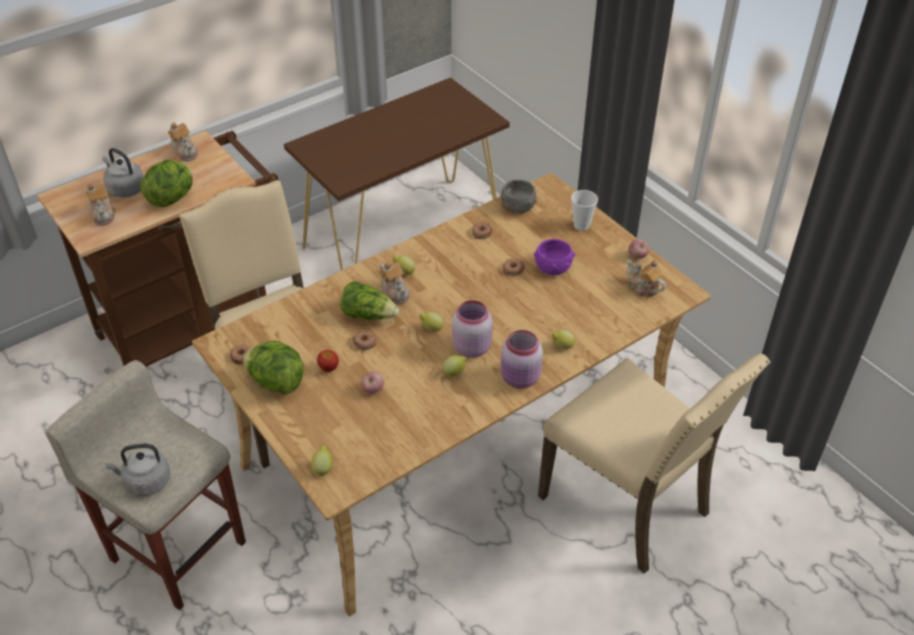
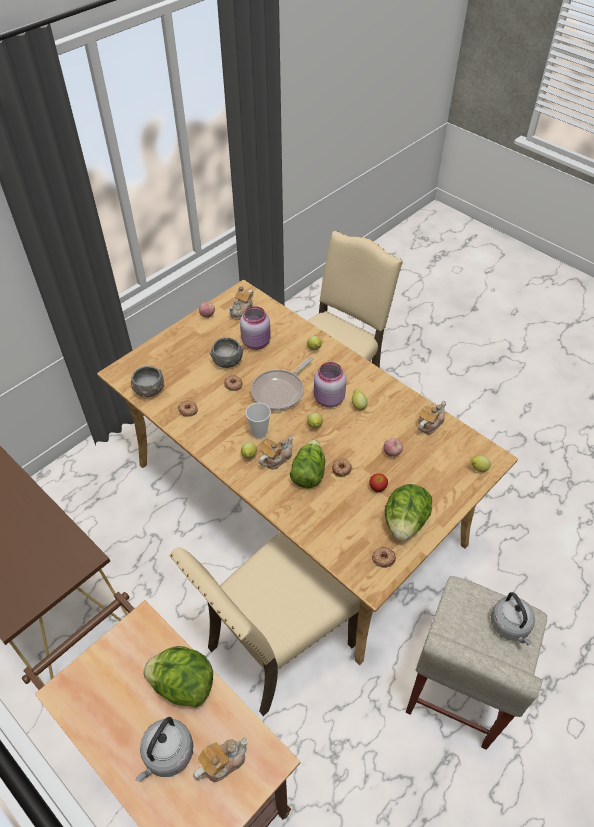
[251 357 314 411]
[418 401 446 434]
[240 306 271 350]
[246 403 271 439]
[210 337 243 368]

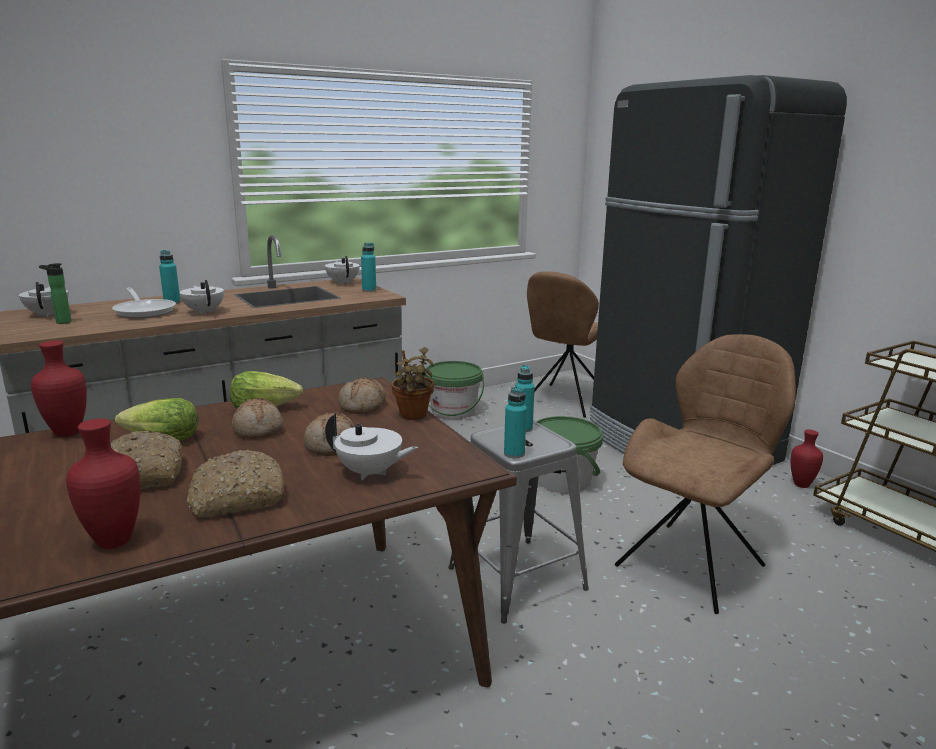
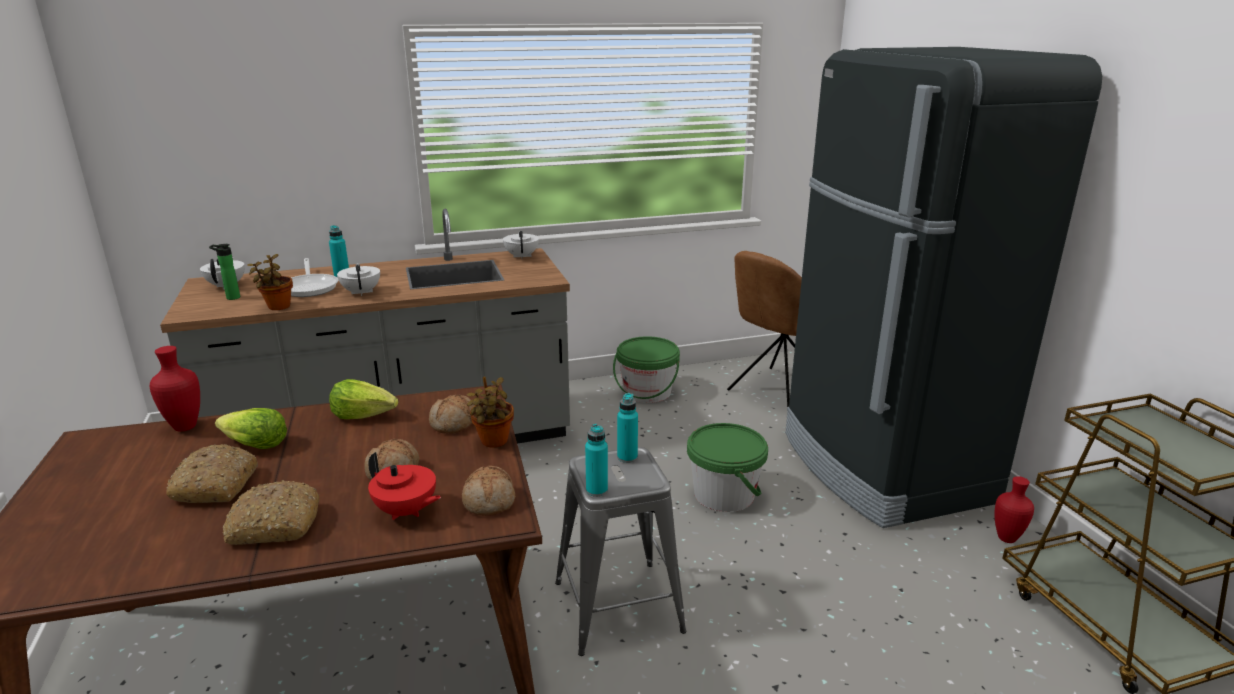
[66 418 140 549] (first image)
[361 243 376 292] (first image)
[615 334 796 614] (first image)
[247 254 293 310]
[462 466 515 516]
[368 452 441 520]

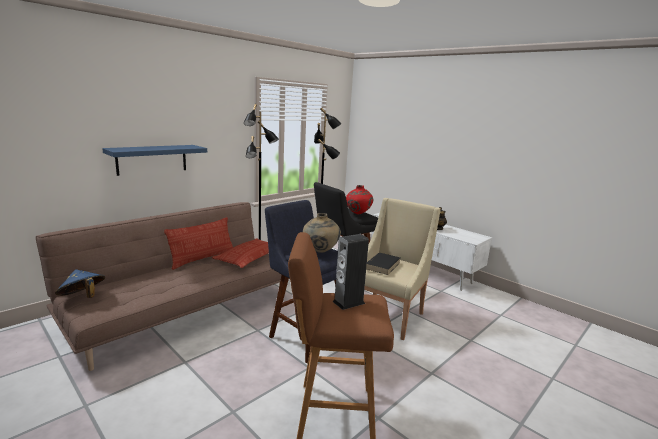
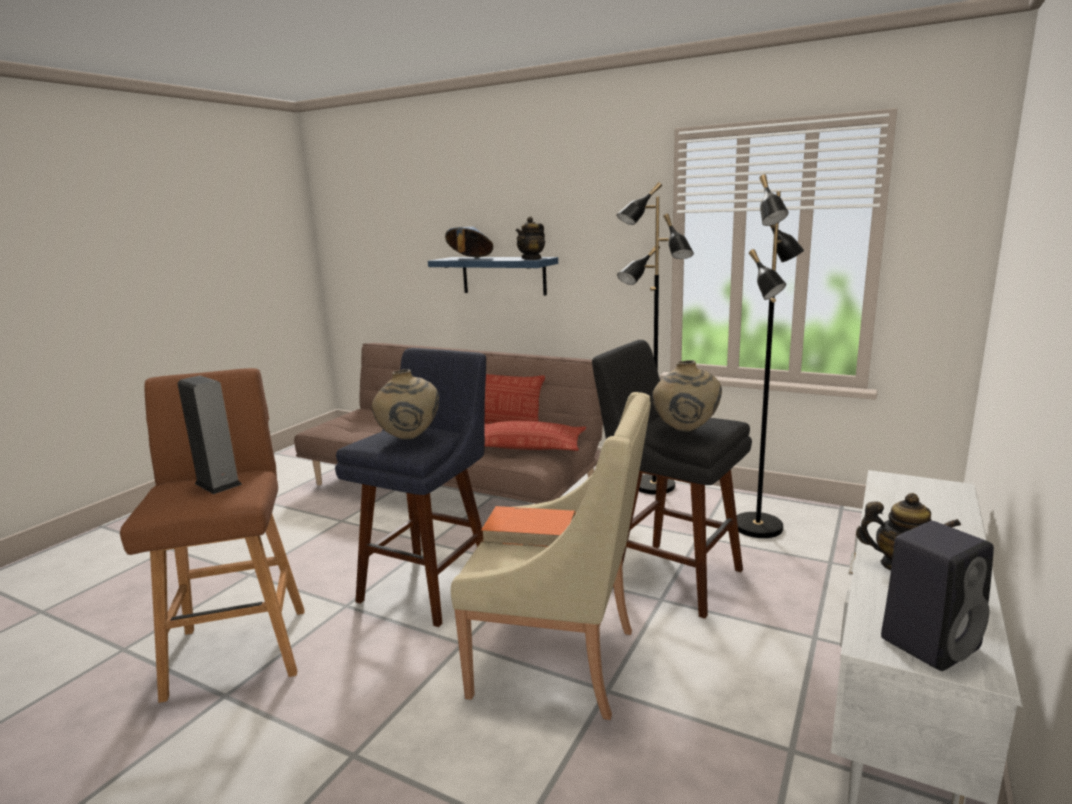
[516 217 545 260]
[881 521 994 671]
[445 227 493 257]
[652 360 722 432]
[481 506 576 547]

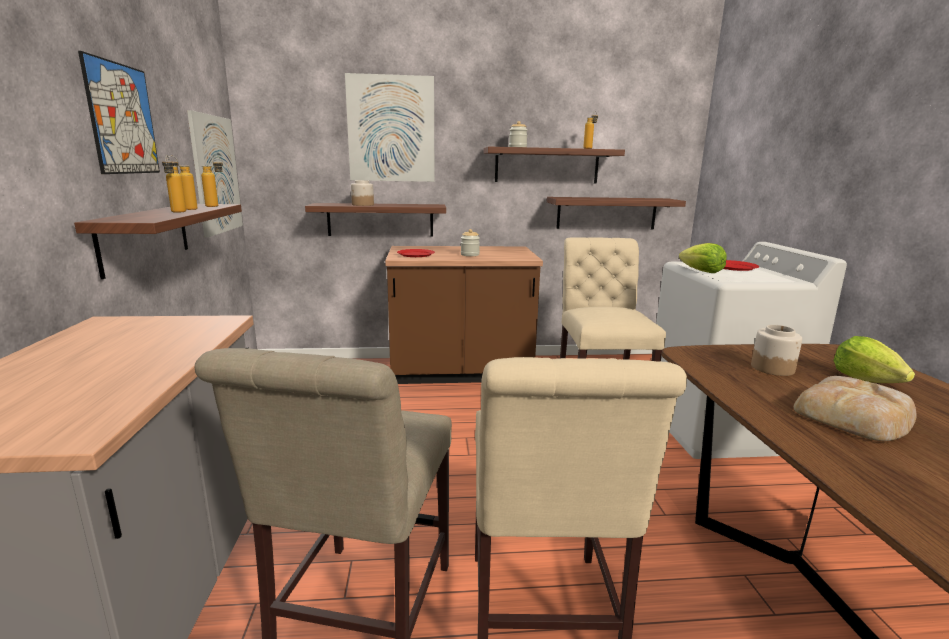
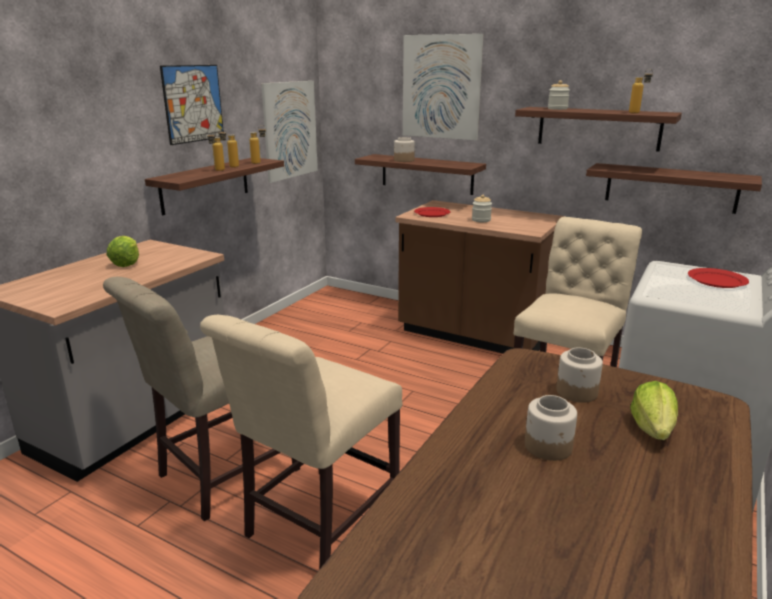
[107 236 139 267]
[525 395 577 461]

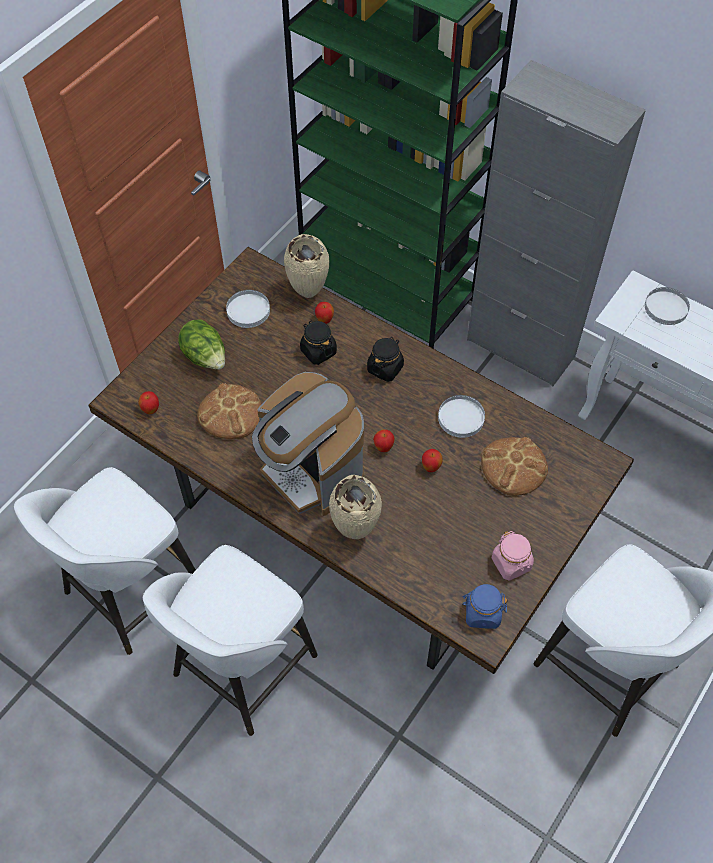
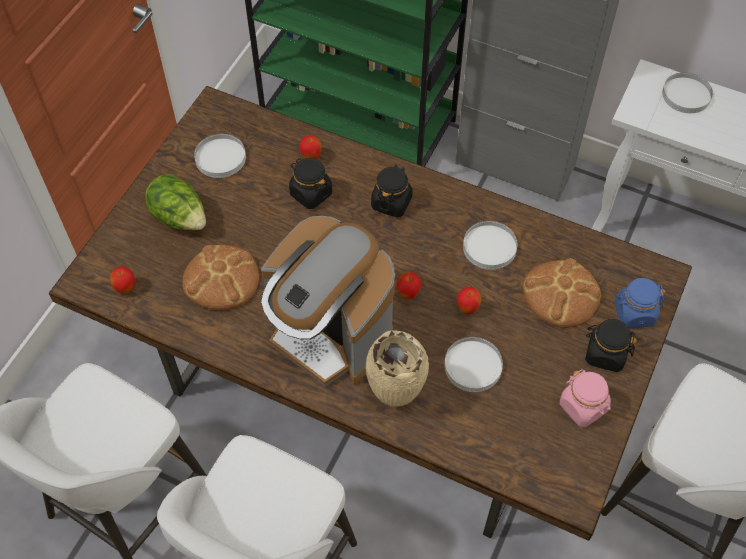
[284 234 329 298] (first image)
[444 337 503 392]
[585 319 637 372]
[615 278 666 328]

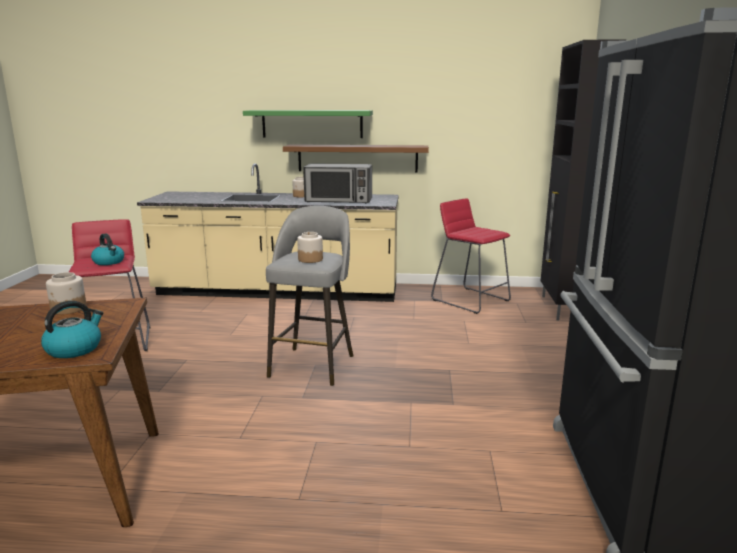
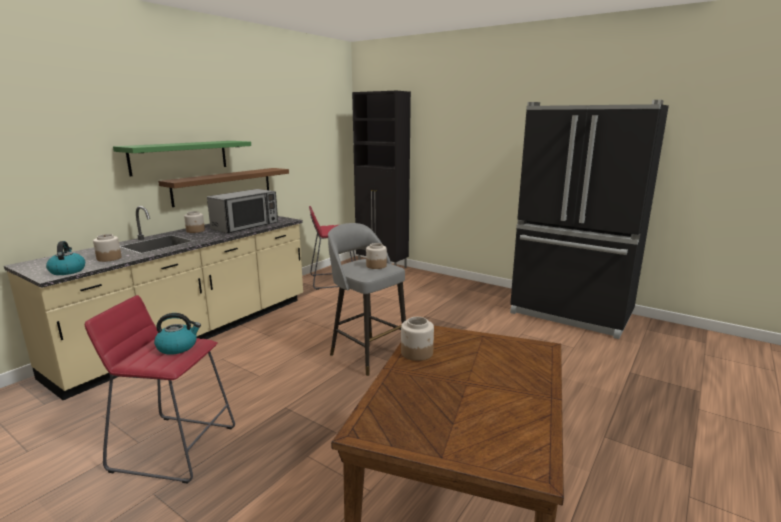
[93 234 122 262]
[46 241 85 275]

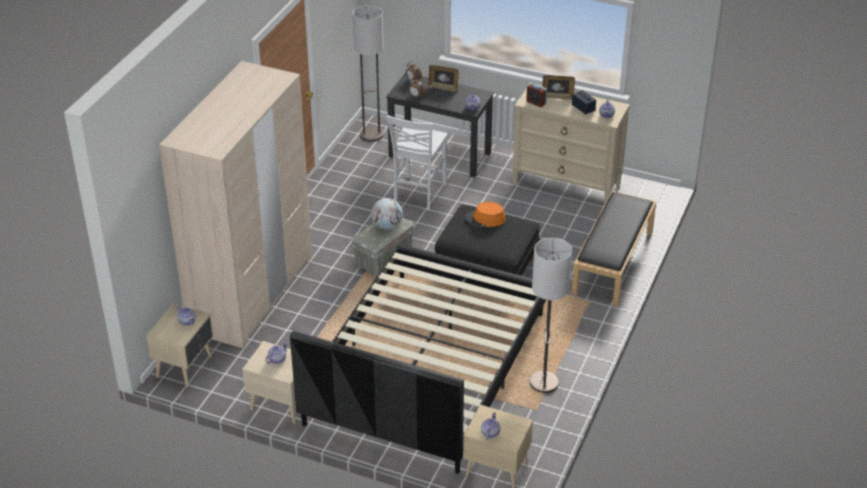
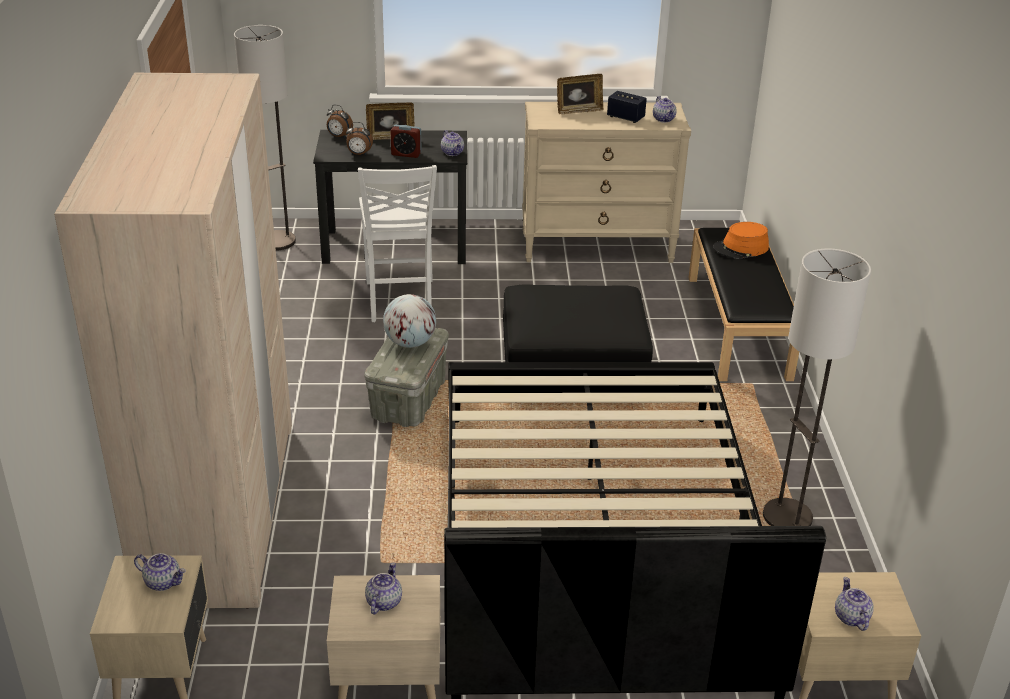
[713 222 769 259]
[390 125 422 158]

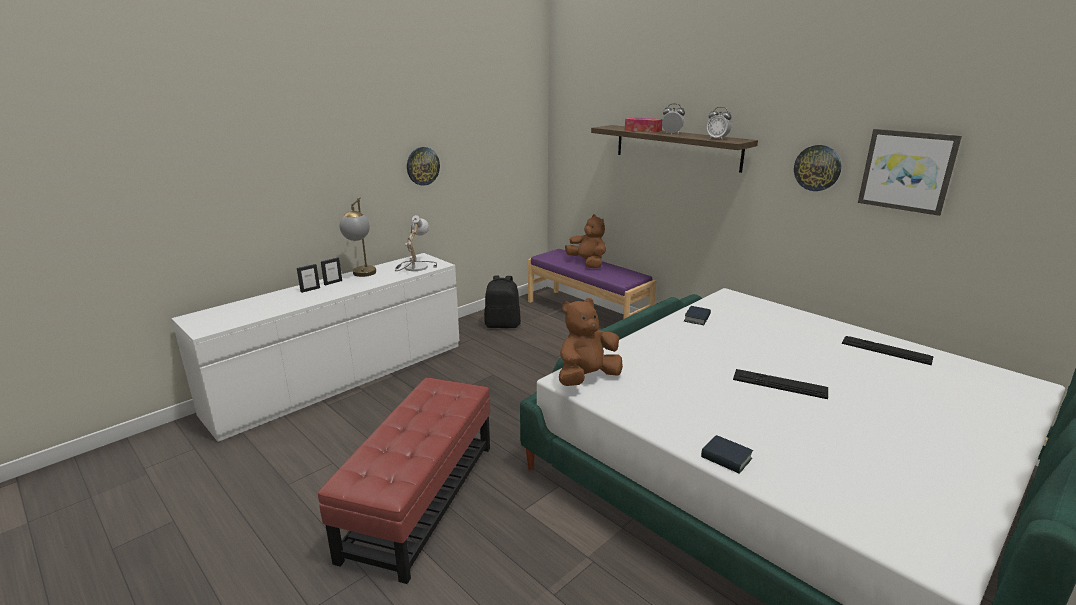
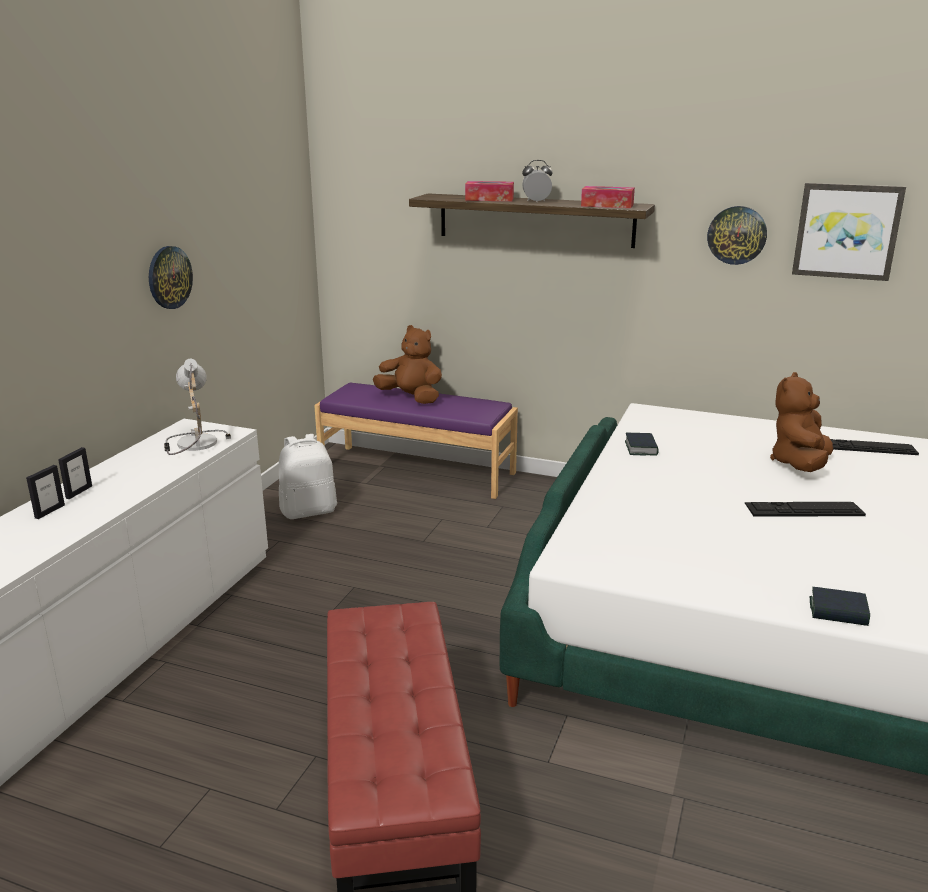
[340 198 376 277] (first image)
[770 372 833 472]
[581 186 635 208]
[279 434 337 519]

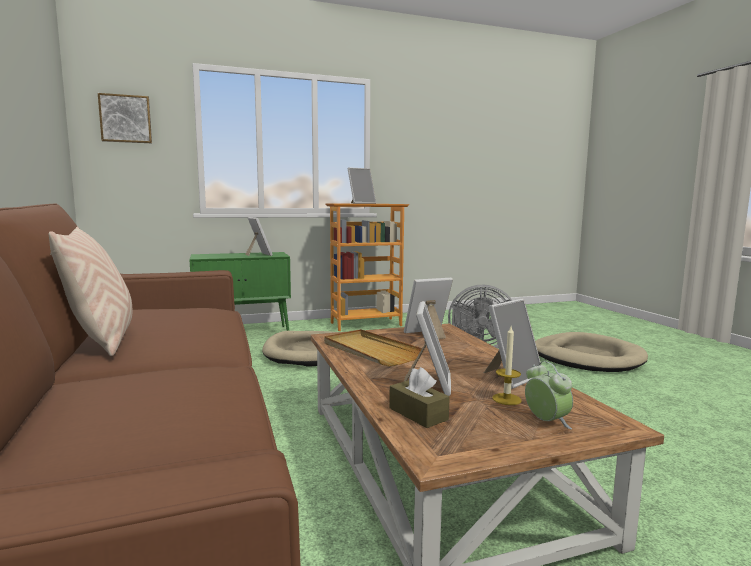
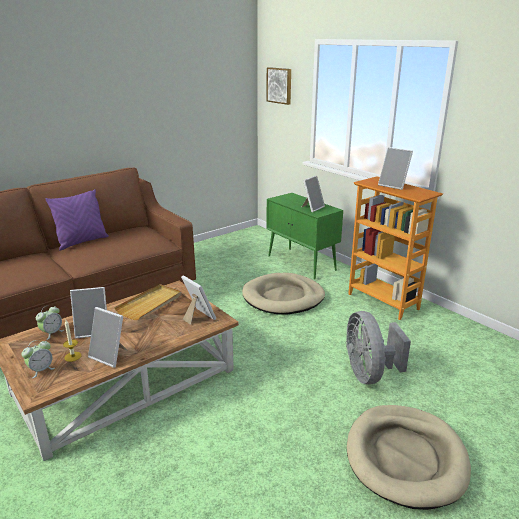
[36 306 64 340]
[45 189 109 251]

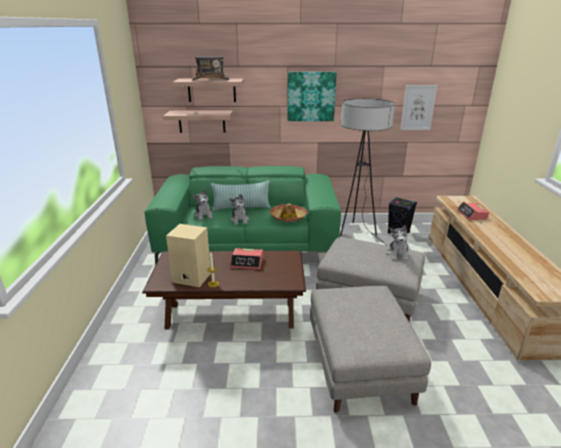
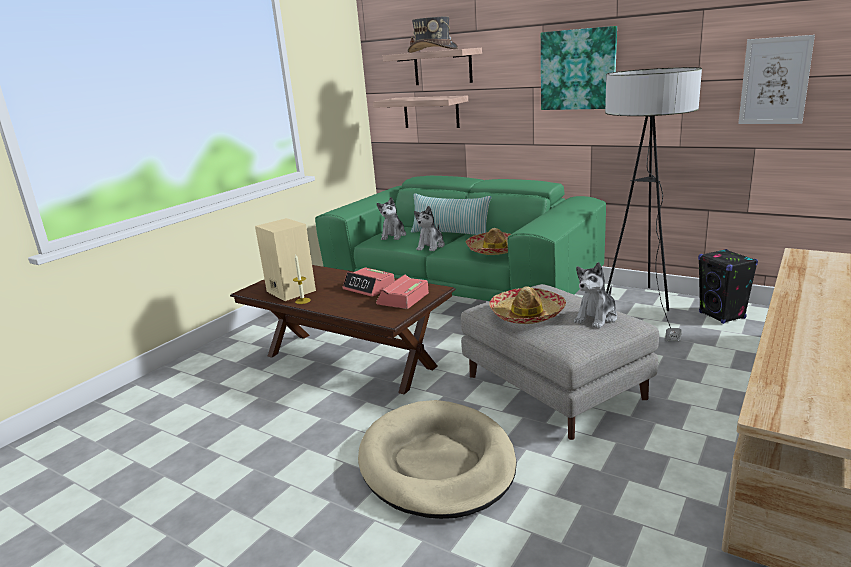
[489 286 566 324]
[376 274 429 309]
[358 400 517 519]

